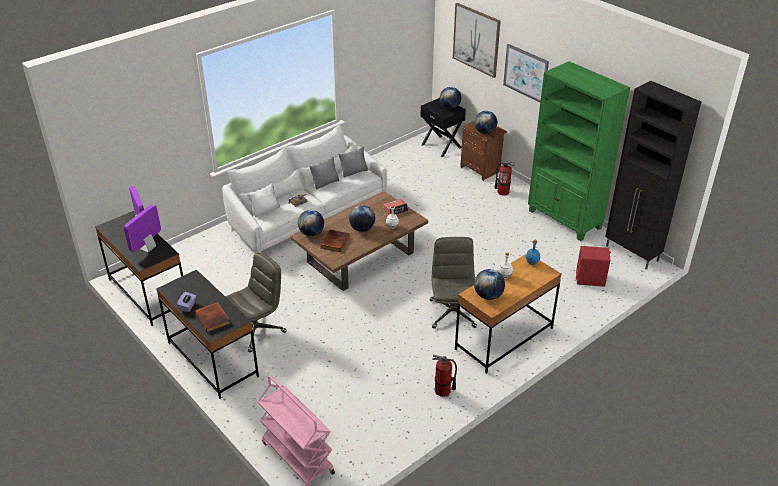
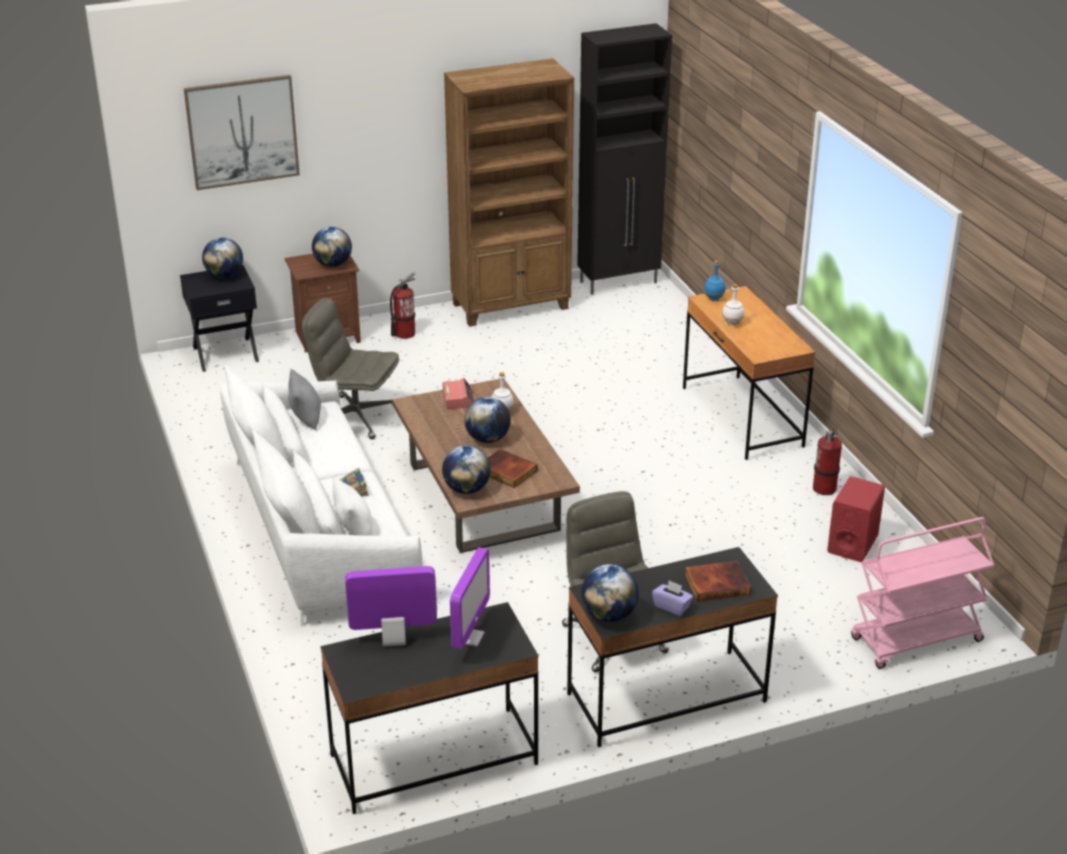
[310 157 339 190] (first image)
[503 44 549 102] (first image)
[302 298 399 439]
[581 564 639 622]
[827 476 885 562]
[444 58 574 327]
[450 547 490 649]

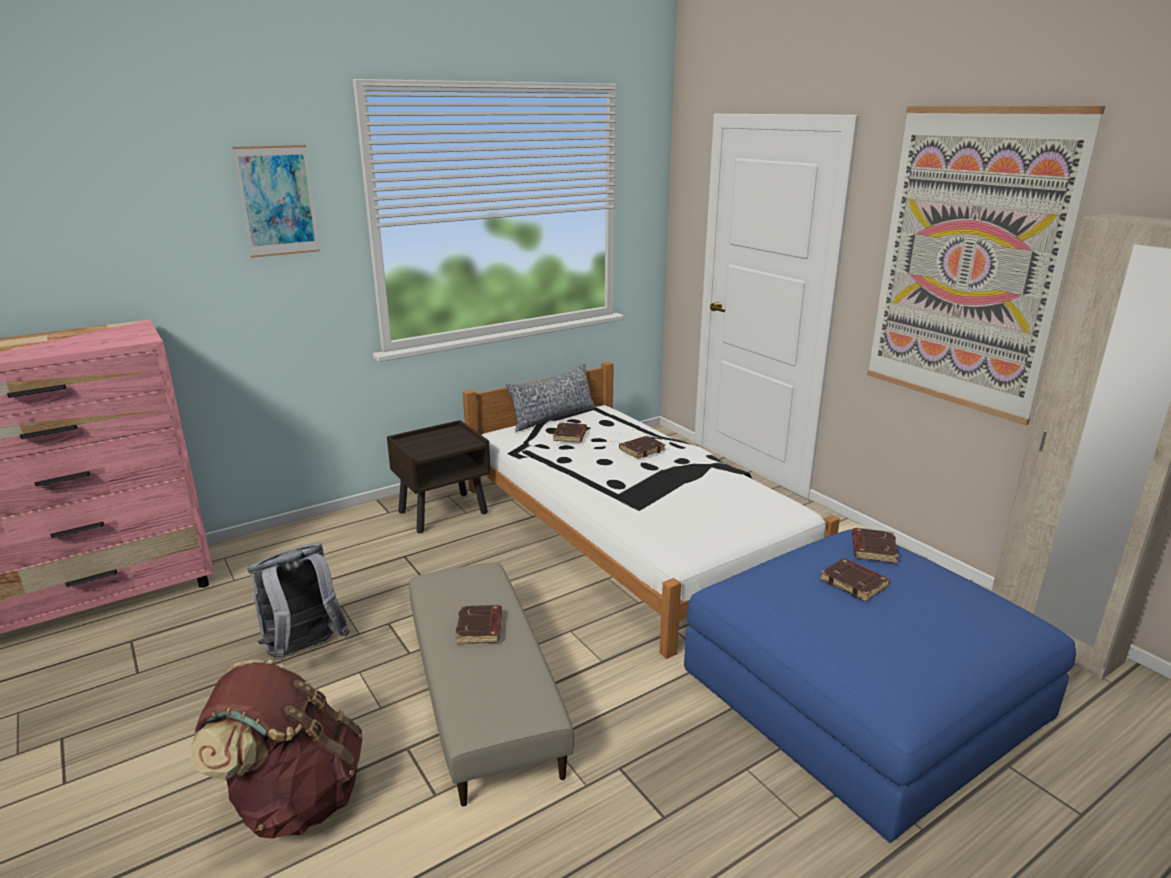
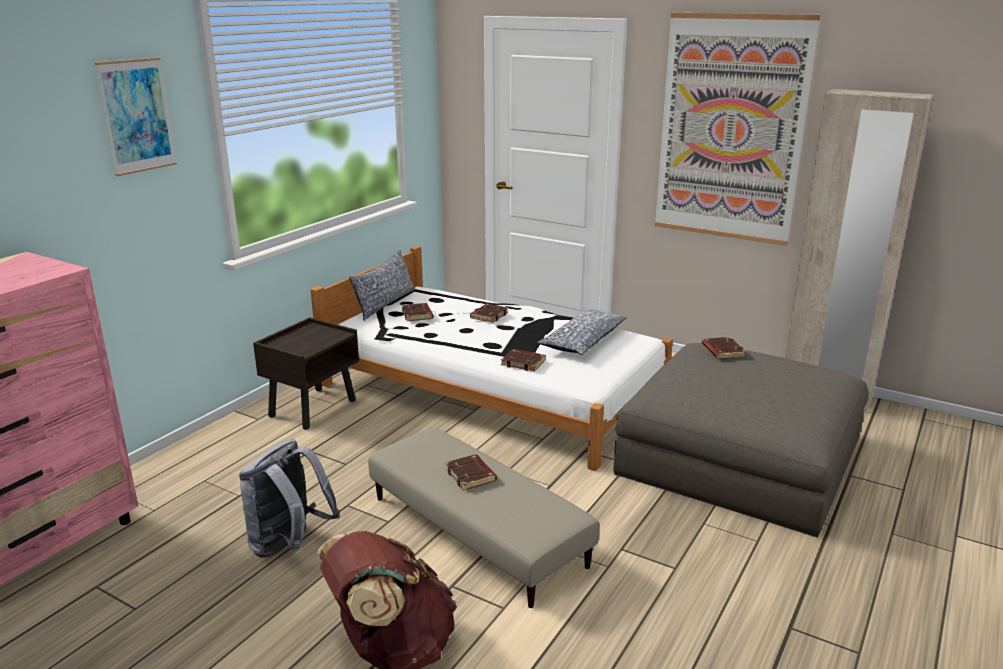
[537 308 627 355]
[501 349 546 372]
[614 343 868 537]

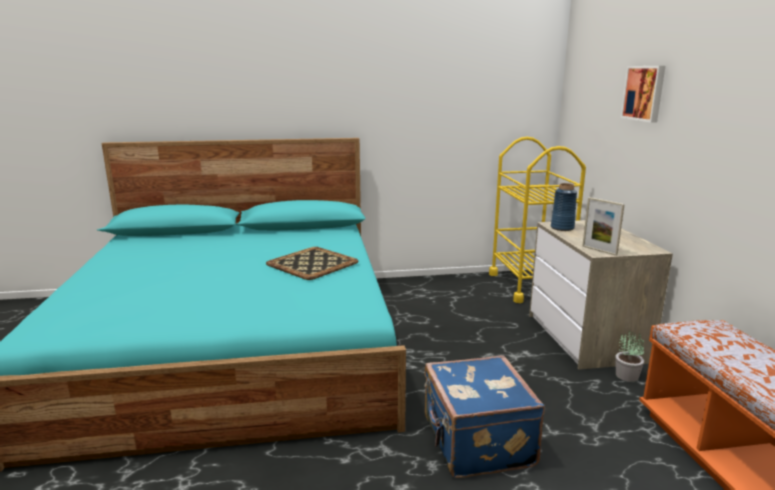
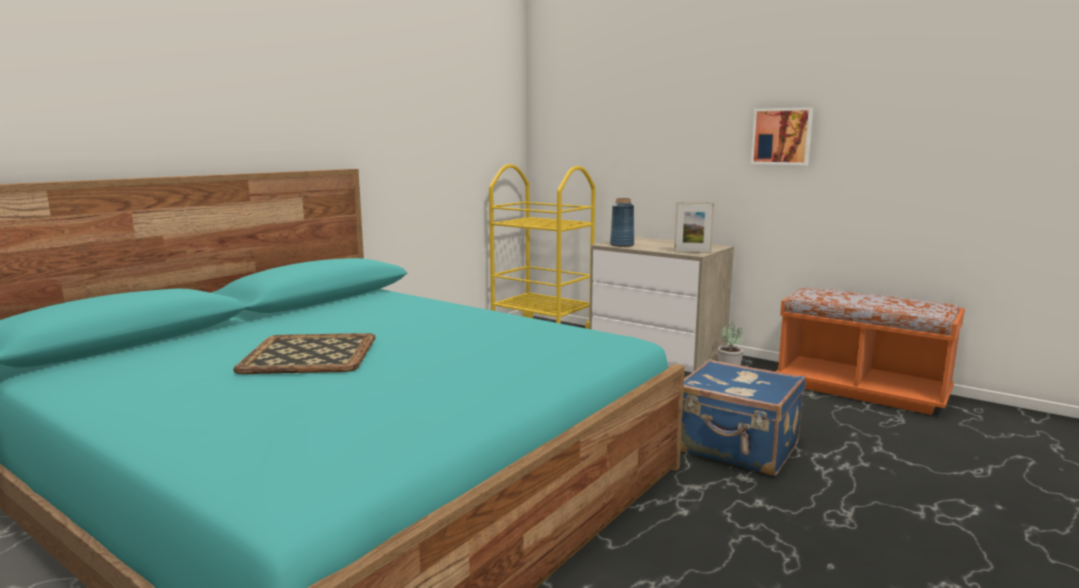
[233 333 376 374]
[751 107 813 165]

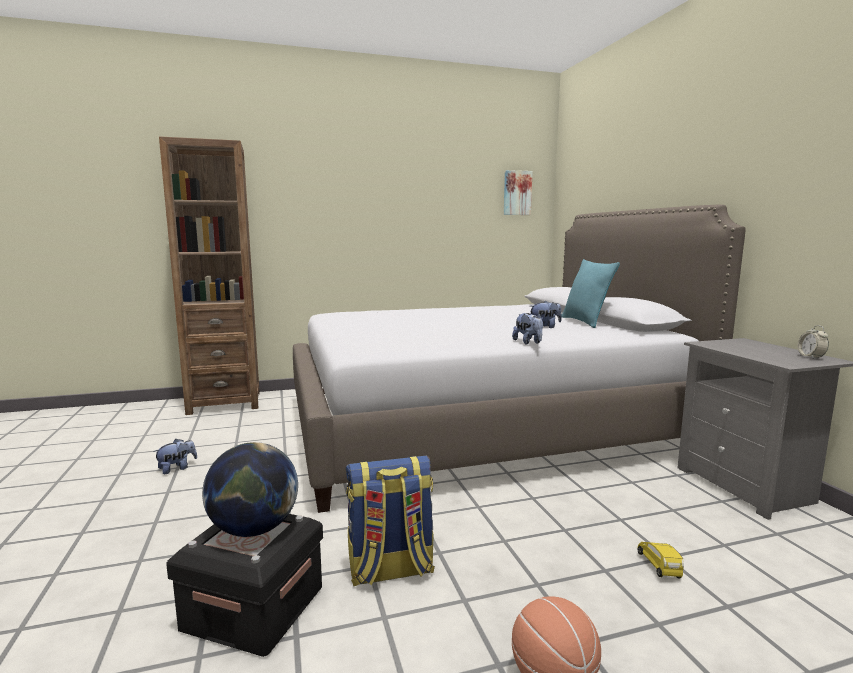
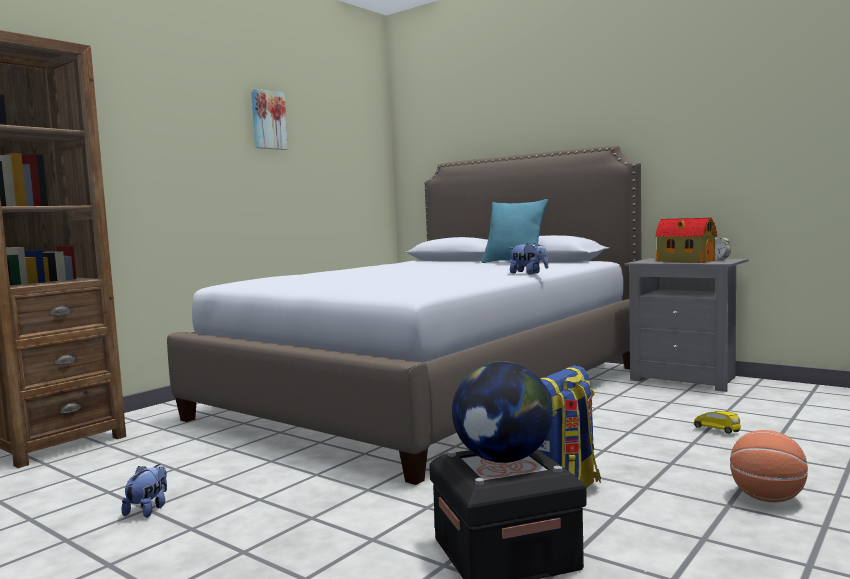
[530 301 562 328] (first image)
[655 218 717 263]
[251 89 288 150]

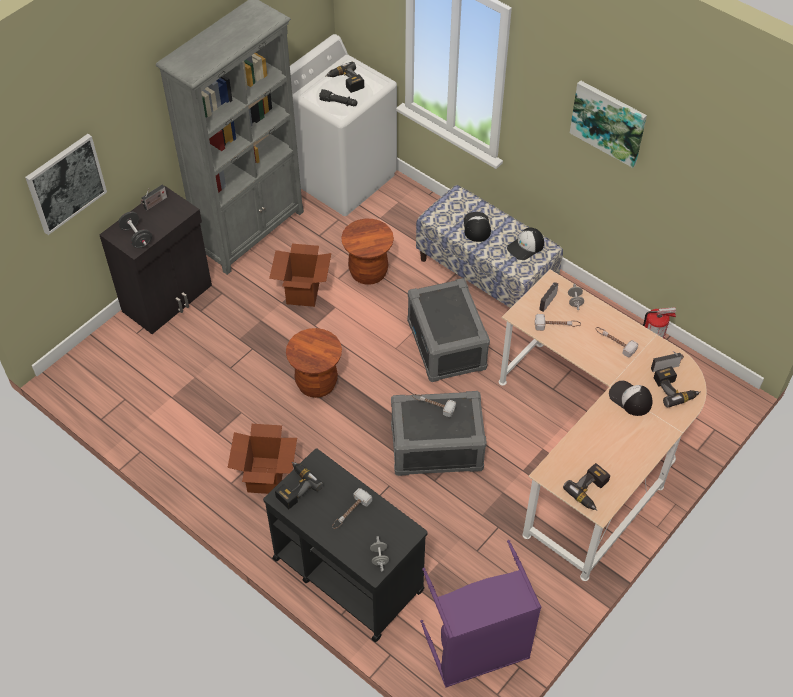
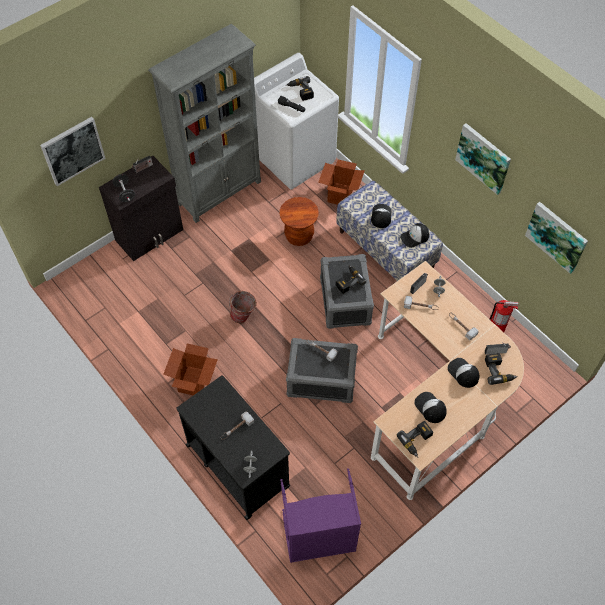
[414 392 447 423]
[525 202 588 274]
[318 160 365 205]
[336 265 366 294]
[229 291 257 323]

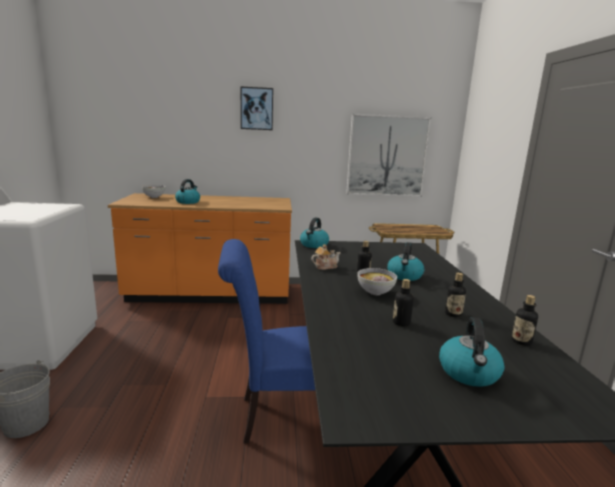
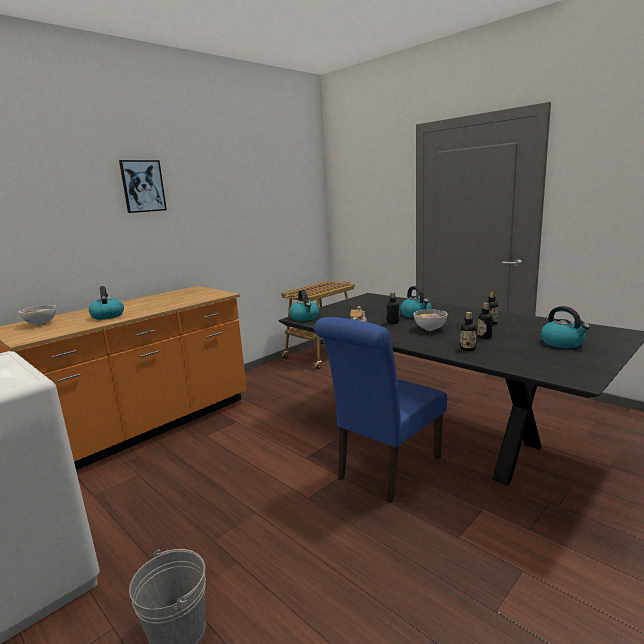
[346 114 432 197] (first image)
[460 312 477 351]

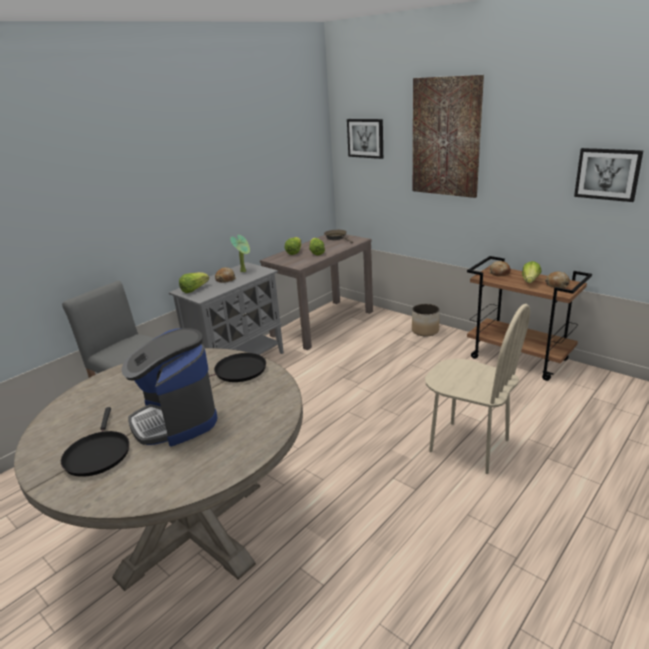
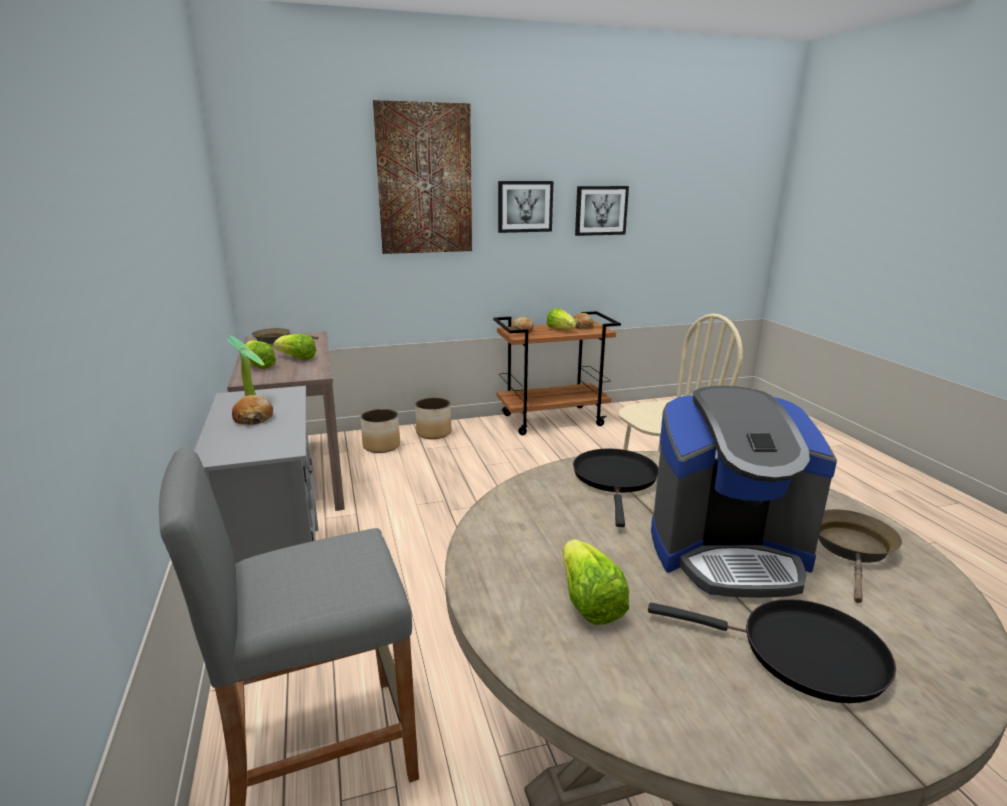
[361 409 400 453]
[819 509 902 603]
[562 539 629 625]
[498 181 553 233]

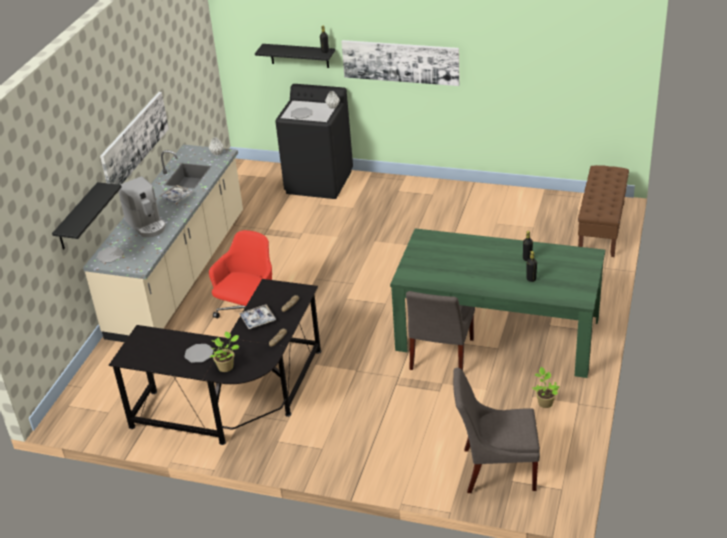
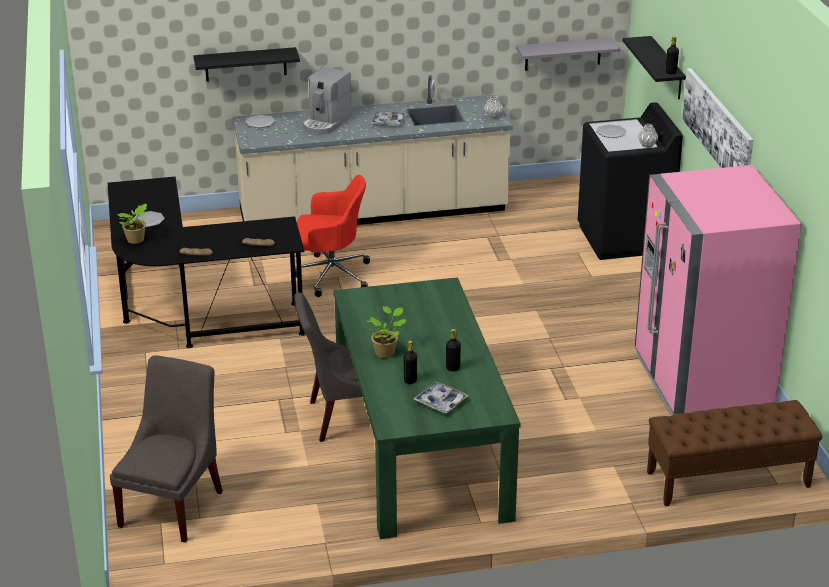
[100 92 169 185] (first image)
[516 38 620 71]
[635 165 802 416]
[414 382 469 413]
[367 306 407 358]
[110 355 223 543]

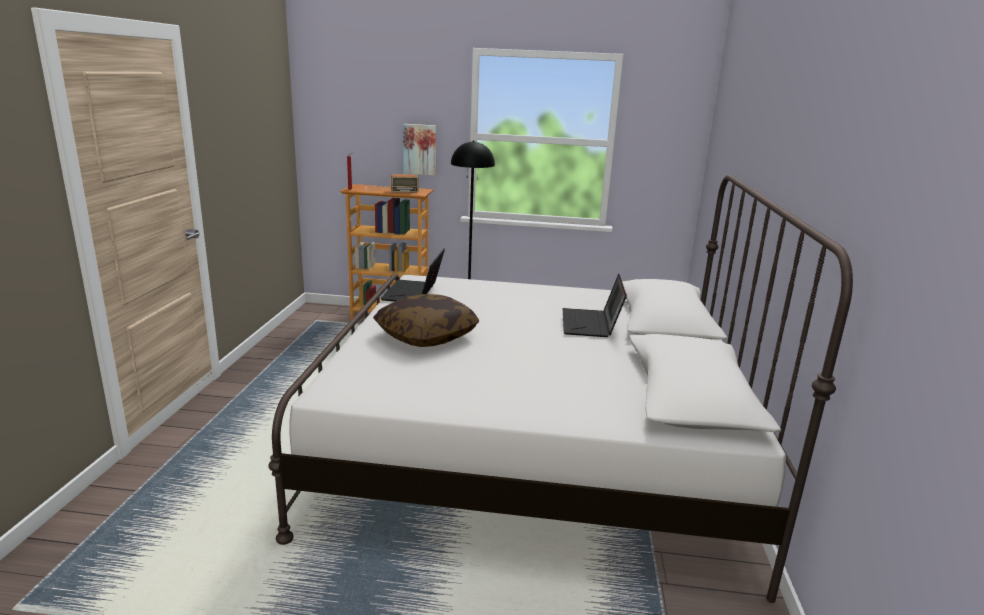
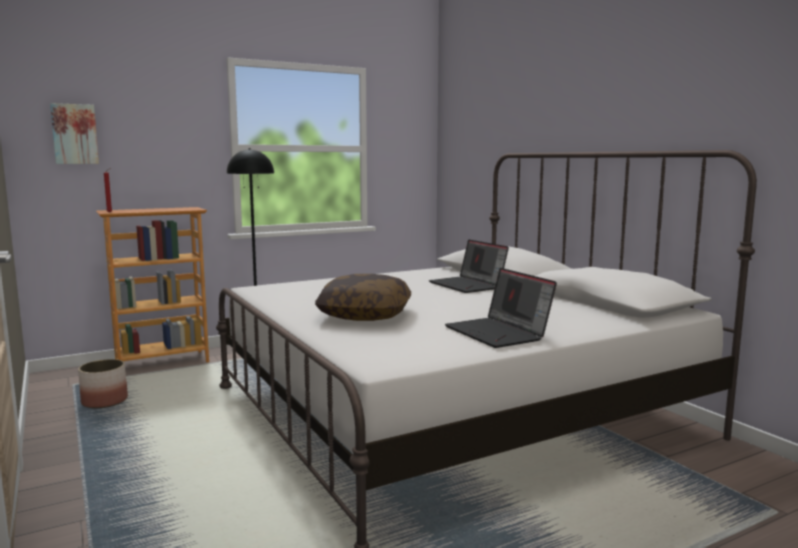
[365 174 418 193] (first image)
[78 359 128 408]
[445 268 557 348]
[50 103 99 164]

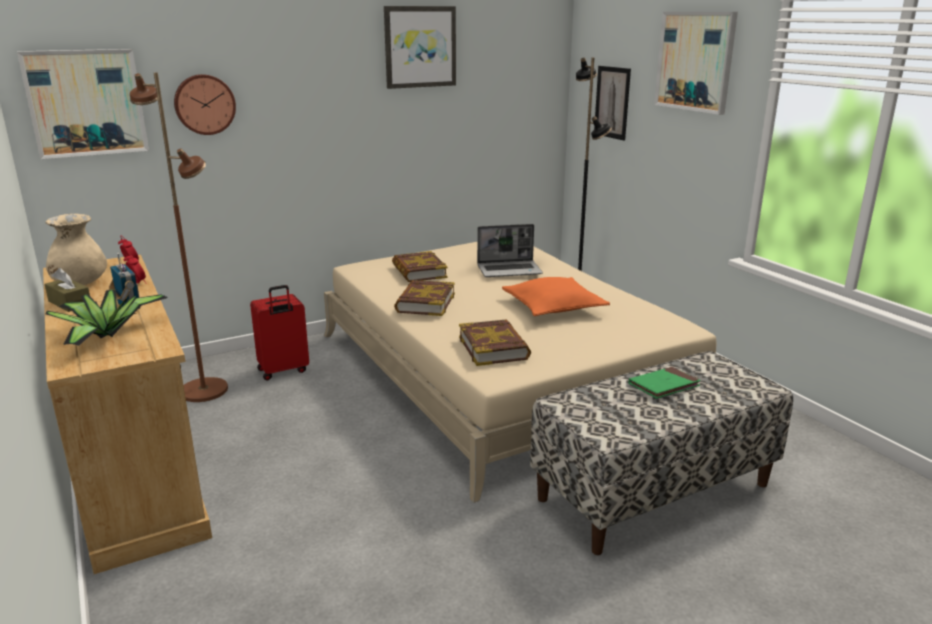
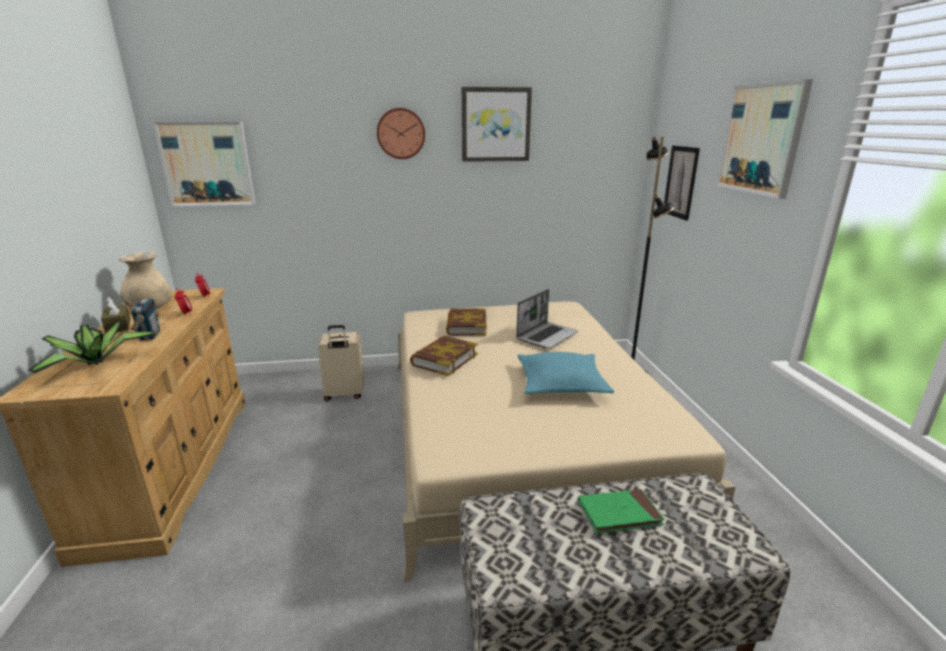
[130 73 228 402] (first image)
[459 319 531 366] (first image)
[377 108 425 159]
[318 325 364 401]
[518 352 614 394]
[516 289 578 349]

